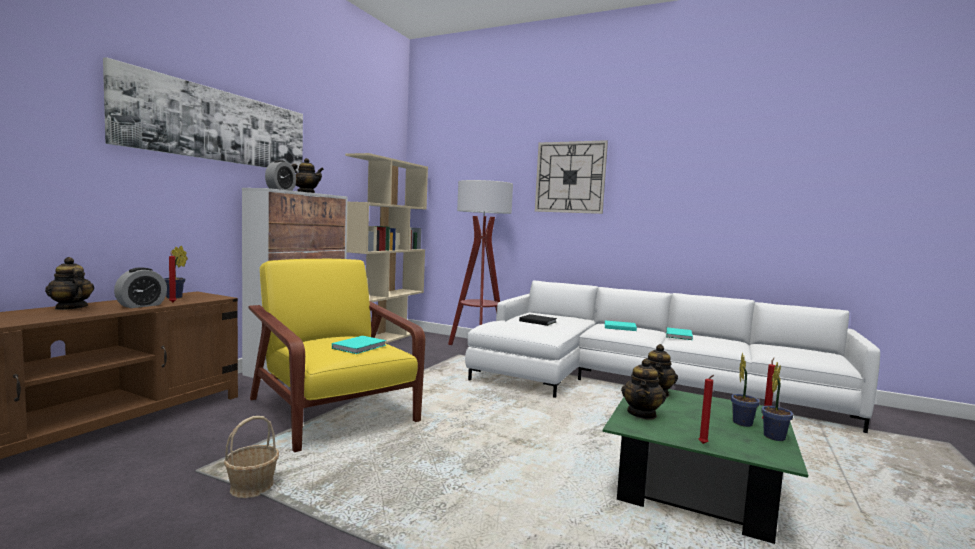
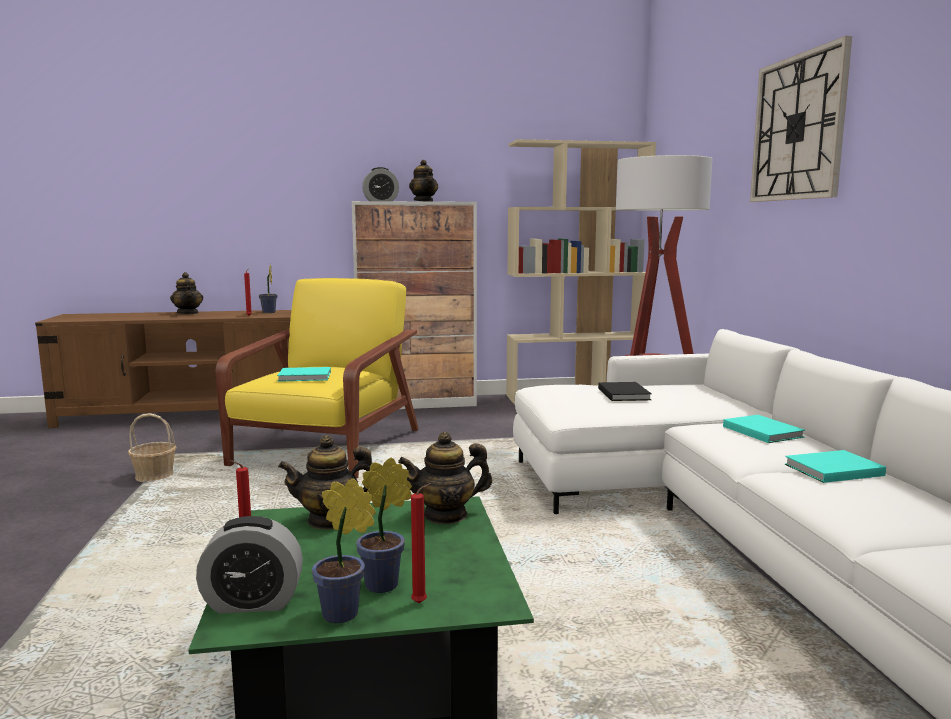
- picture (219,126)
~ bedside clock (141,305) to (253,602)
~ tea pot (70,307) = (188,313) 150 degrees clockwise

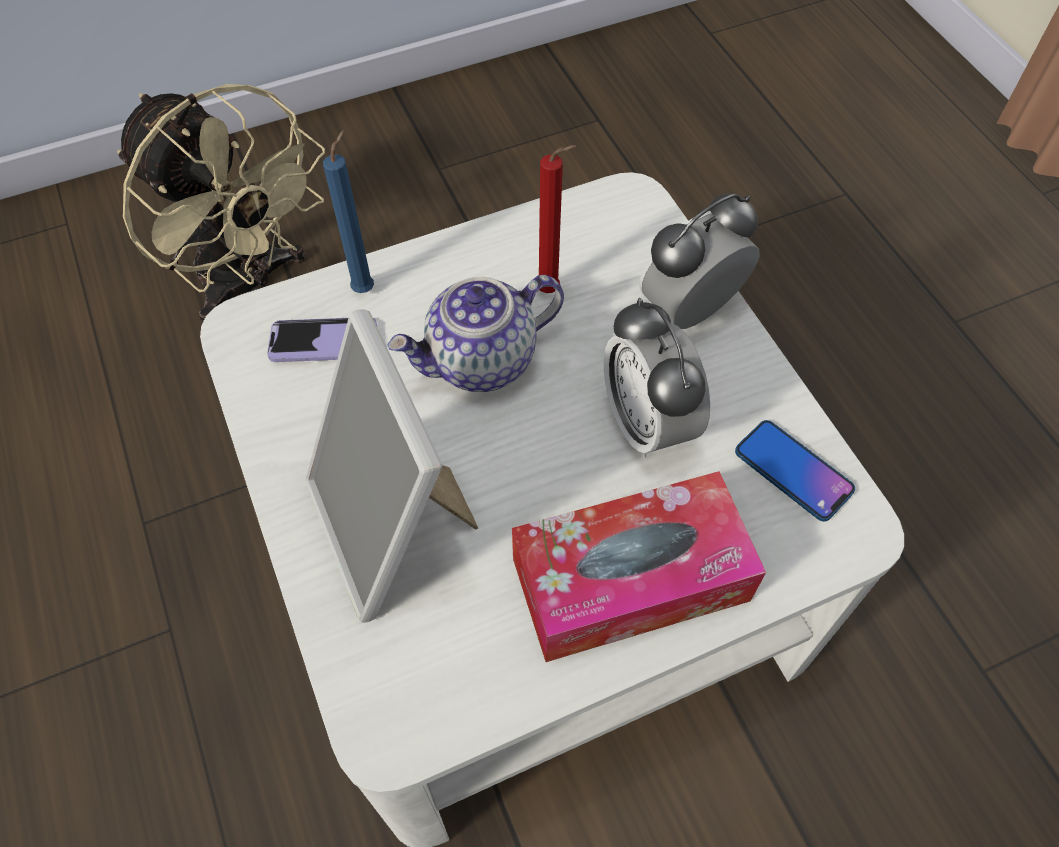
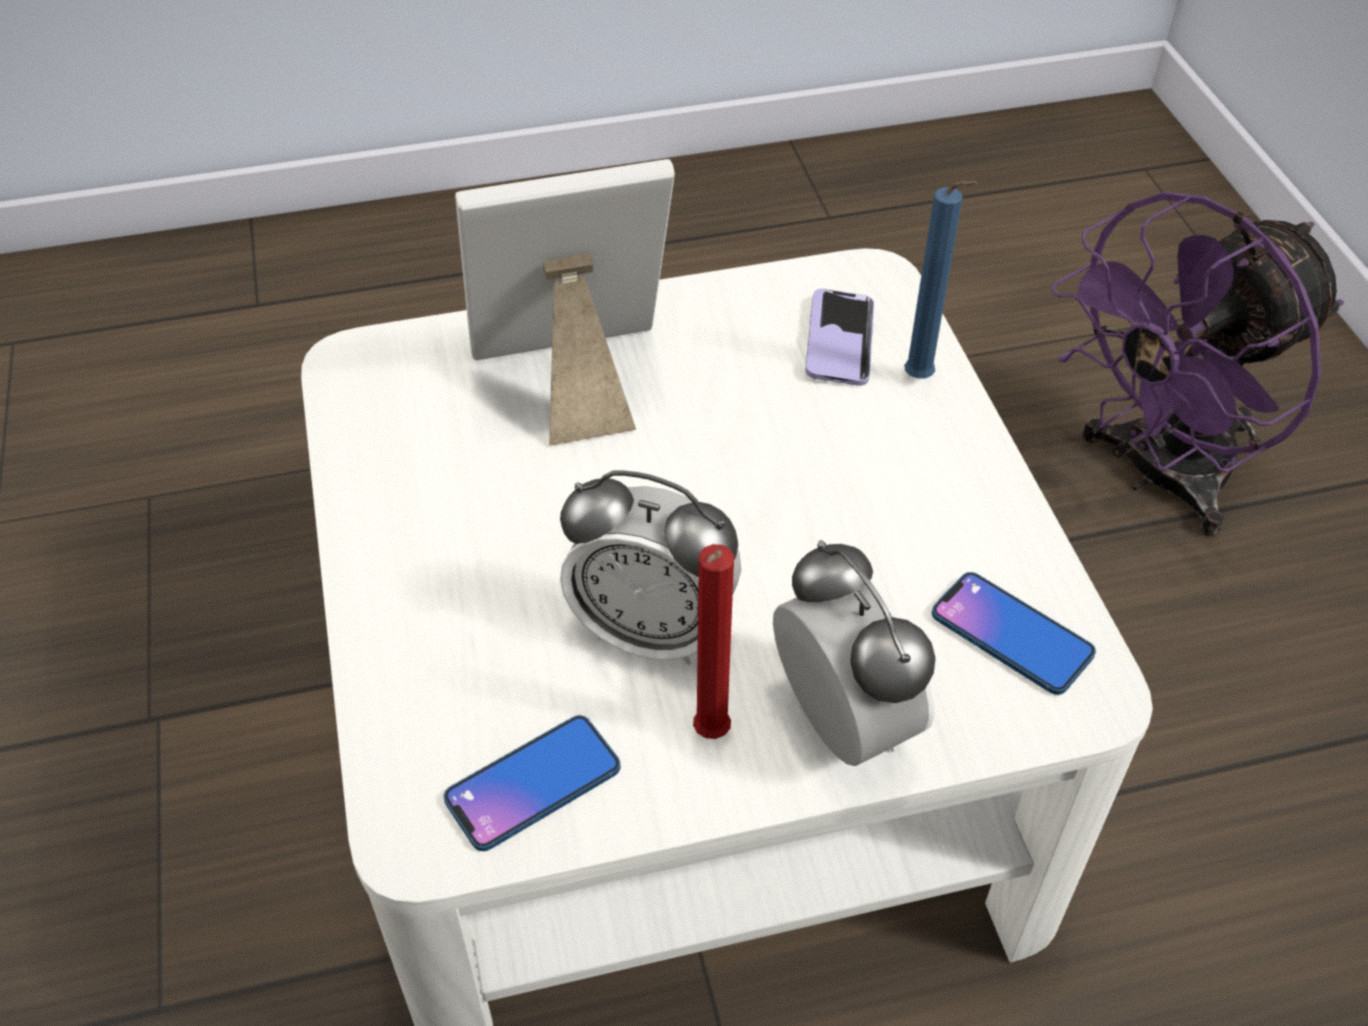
- tea pot (481,361)
- tissue holder (630,579)
+ handset (1011,634)
~ wax light (reddish) (552,291) to (709,737)
~ electric fan (beige-coloured) (249,284) to electric fan (purple) (1156,476)
~ bedside clock (647,423) = (652,630) 150 degrees counterclockwise

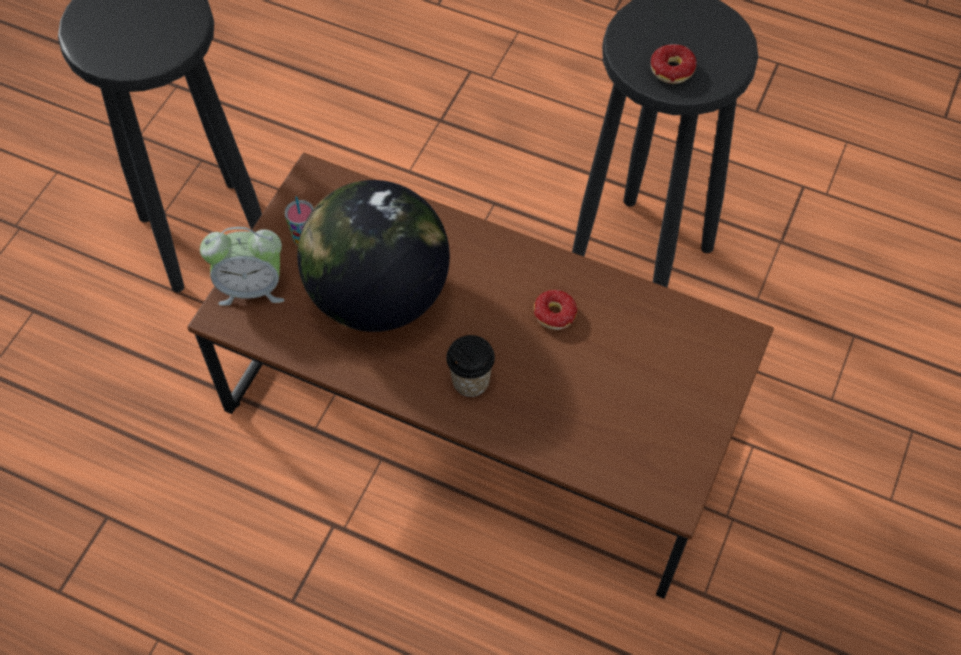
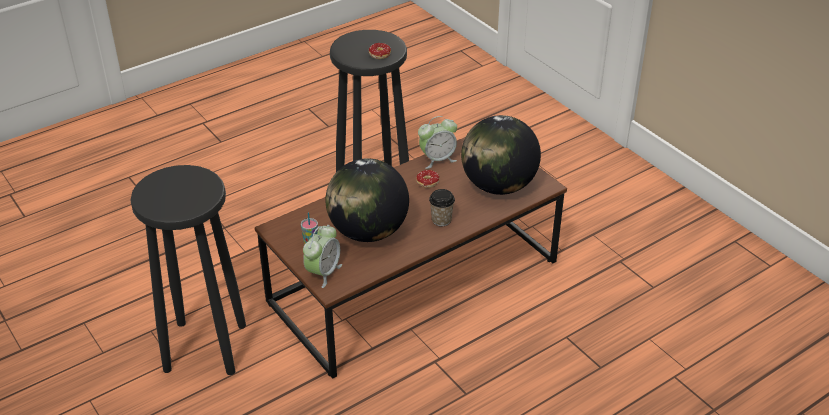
+ bedside clock (437,159)
+ globe (498,186)

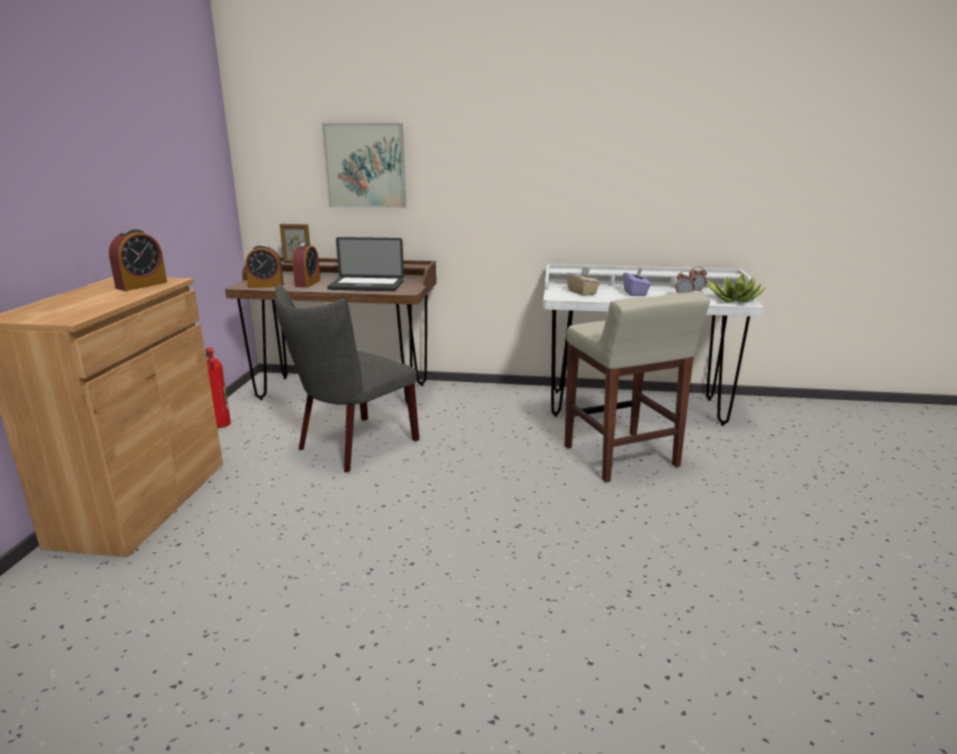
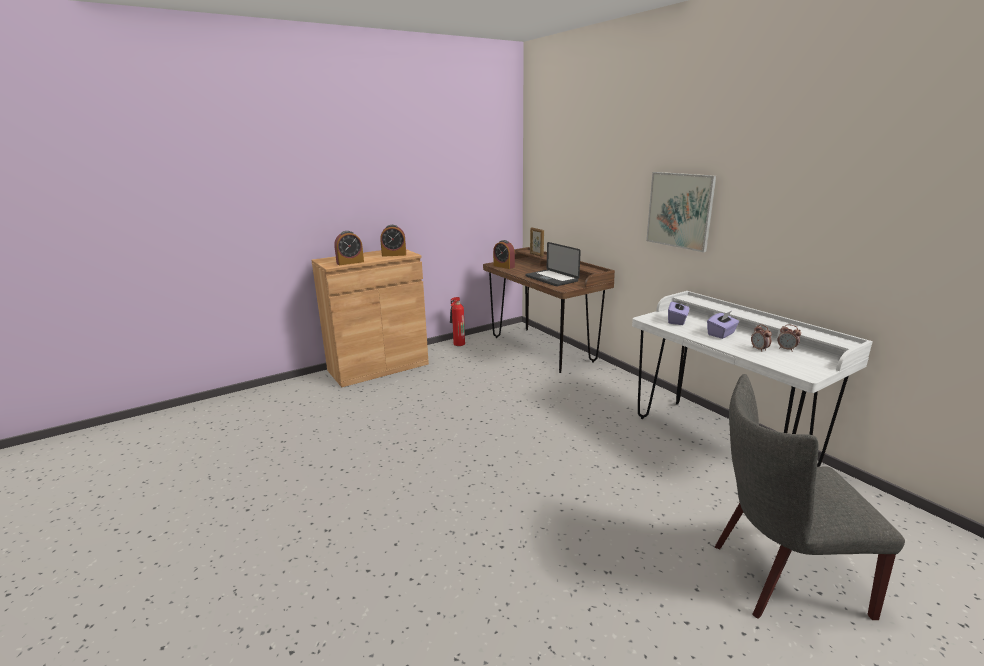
- stool (beige-coloured) (621,457)
- plant in a pot (734,300)
~ chair (gray) (352,446) to (778,577)
~ bedside clock (307,283) to (350,262)
~ picture (365,166) to (680,210)
~ tissue holder (beige-coloured) (582,292) to tissue holder (purple) (677,321)

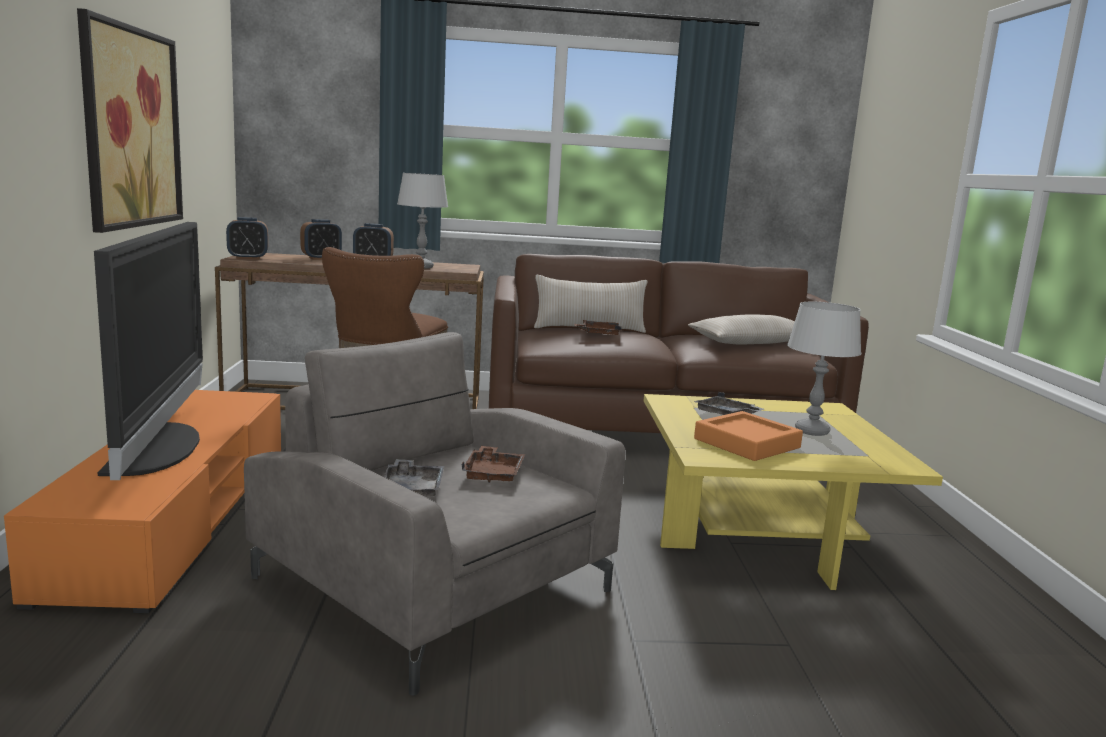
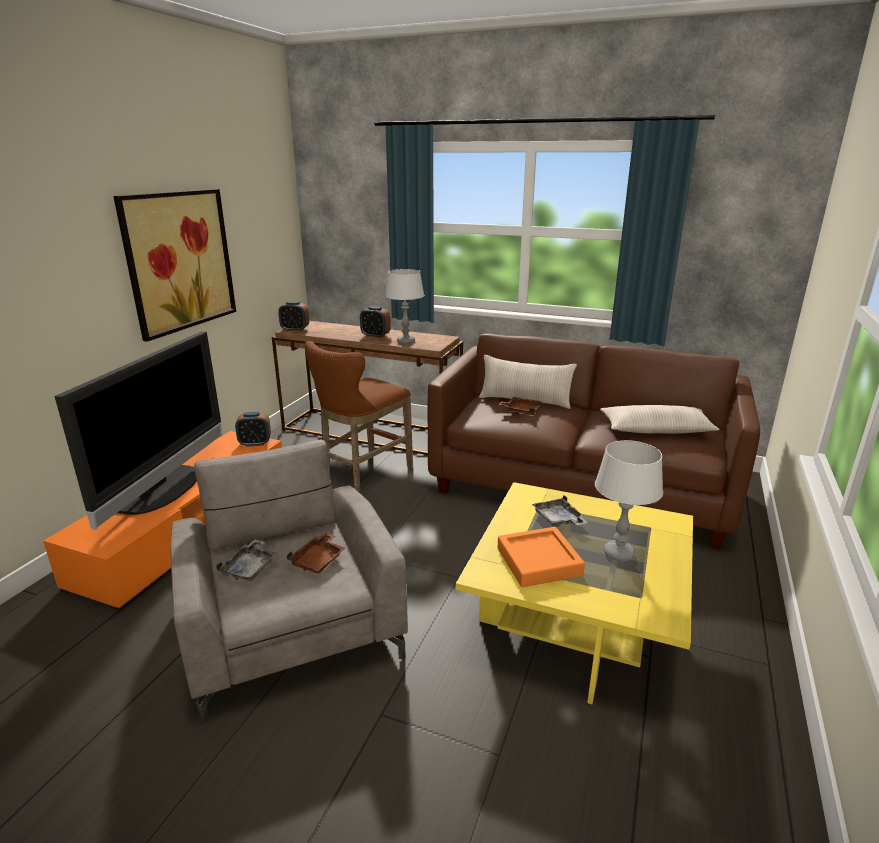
~ bedside clock (321,258) to (255,443)

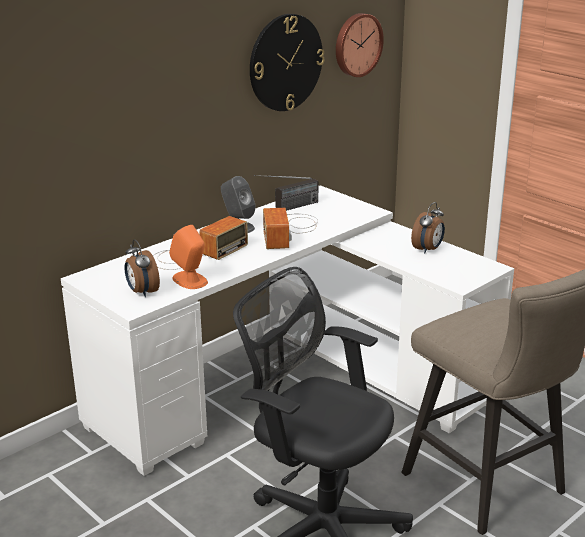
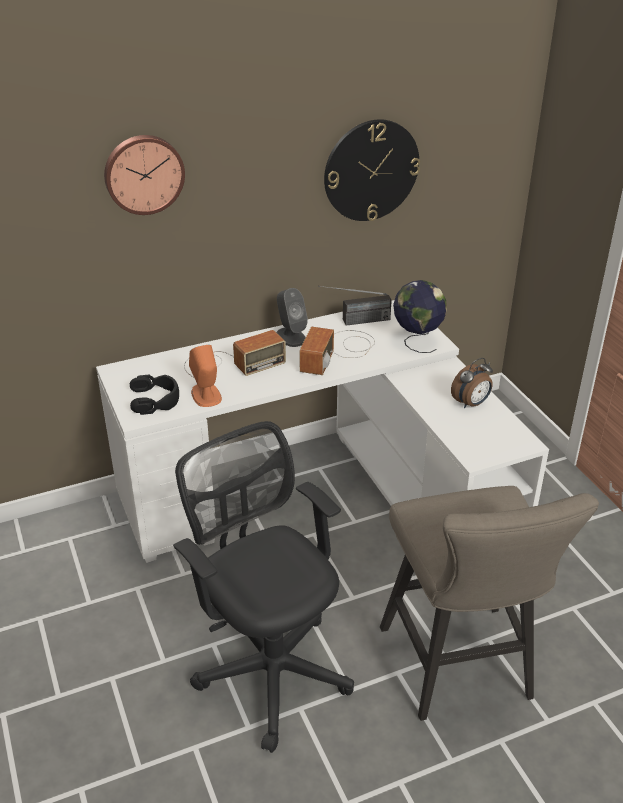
+ globe (417,342)
~ wall clock (357,44) to (143,173)
~ bedside clock (142,292) to pair of headphones (blackish) (155,400)

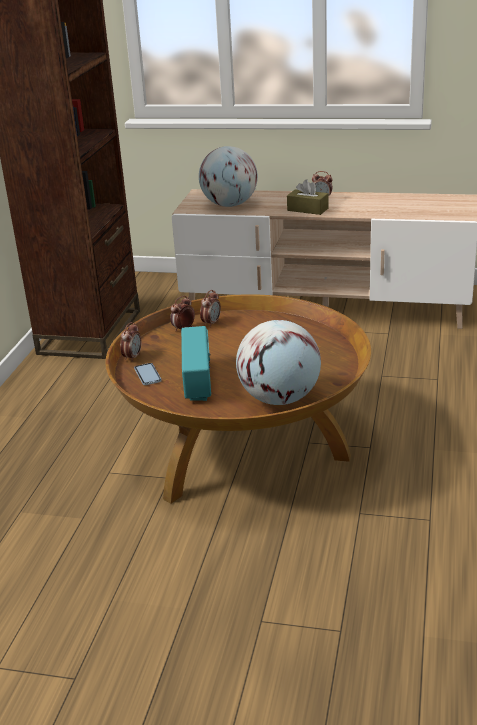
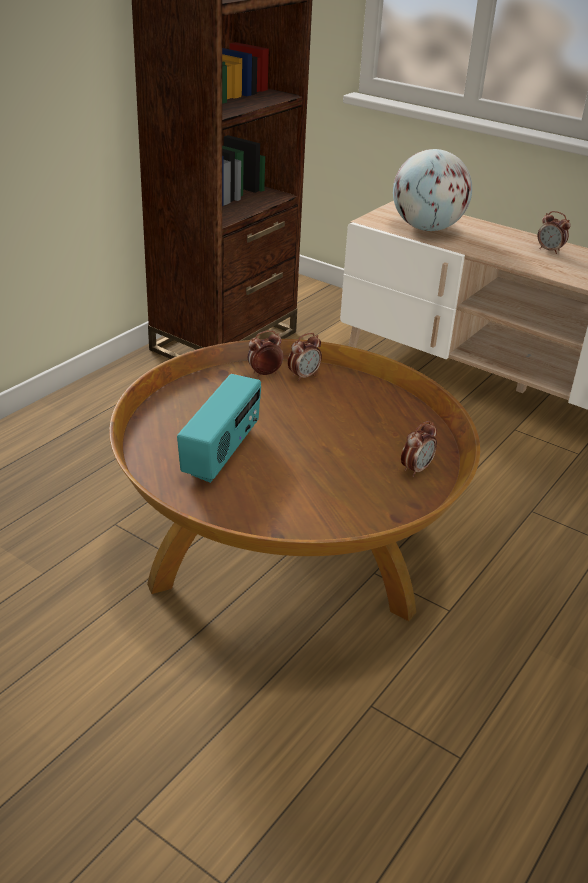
- handset (147,375)
- globe (279,398)
- tissue holder (brown) (307,209)
~ bedside clock (132,357) to (416,469)

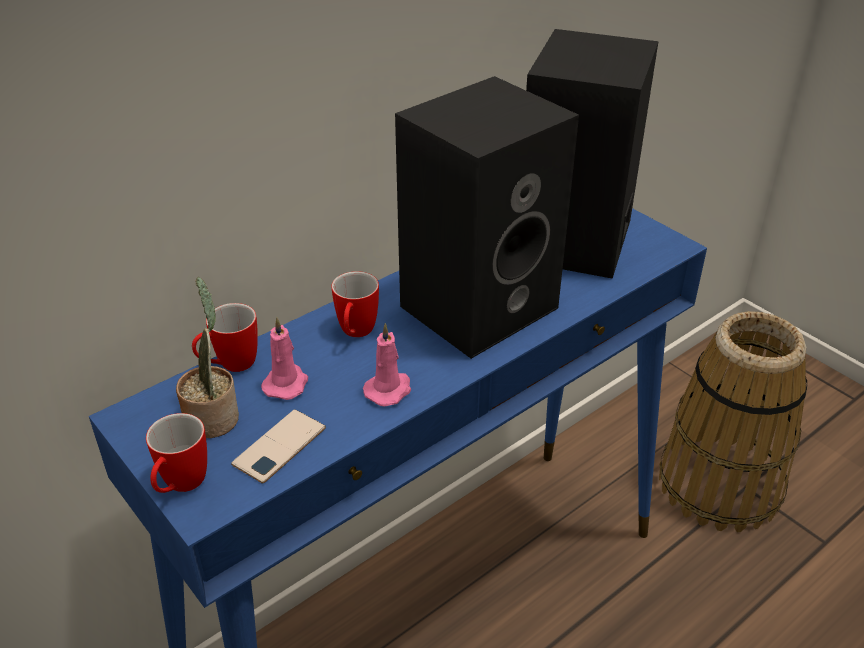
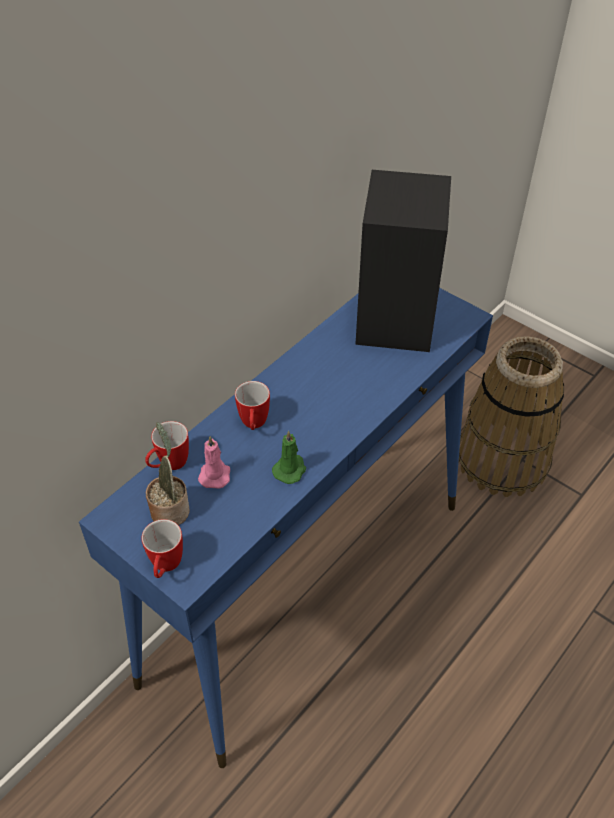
- handset (279,446)
- speaker (blackish) (479,304)
~ wax light (pink) (389,390) to wax light (green) (290,469)

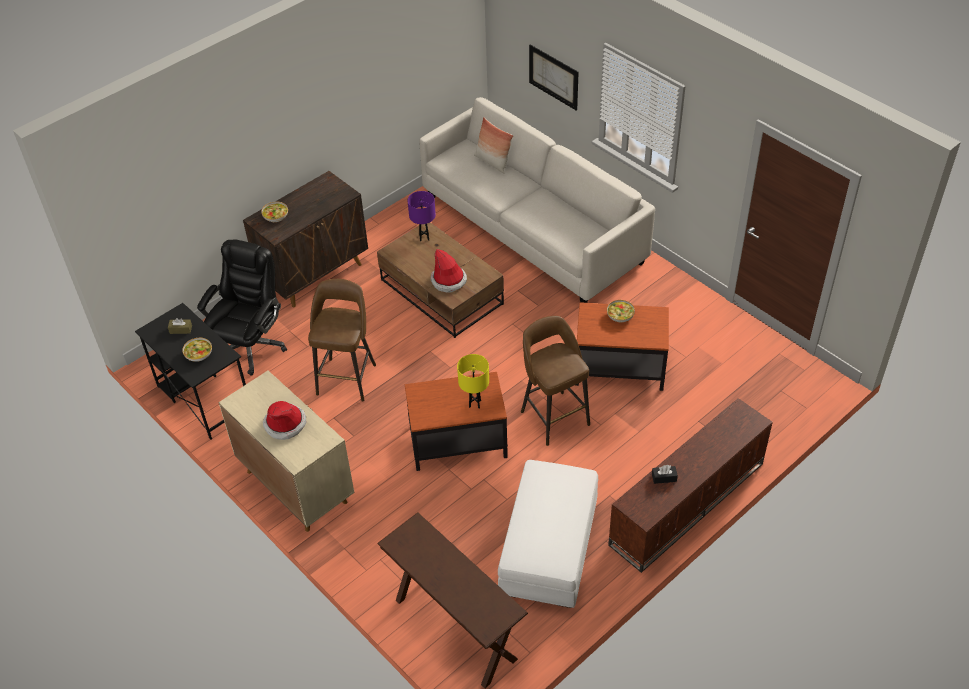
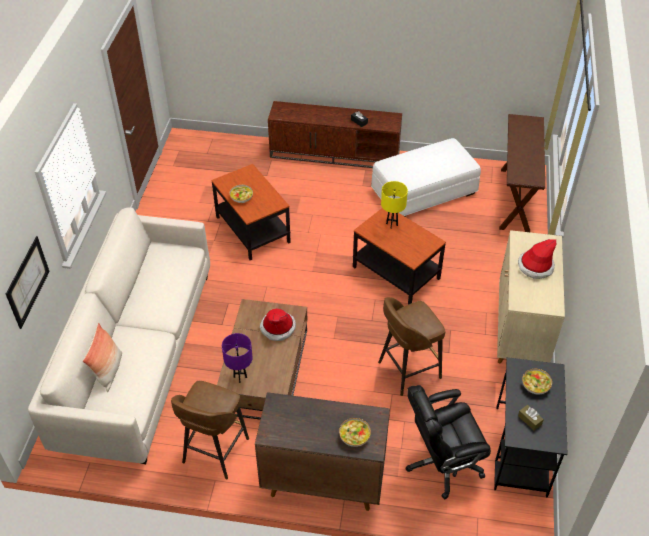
~ stool (brown) (554,416) to (214,452)

